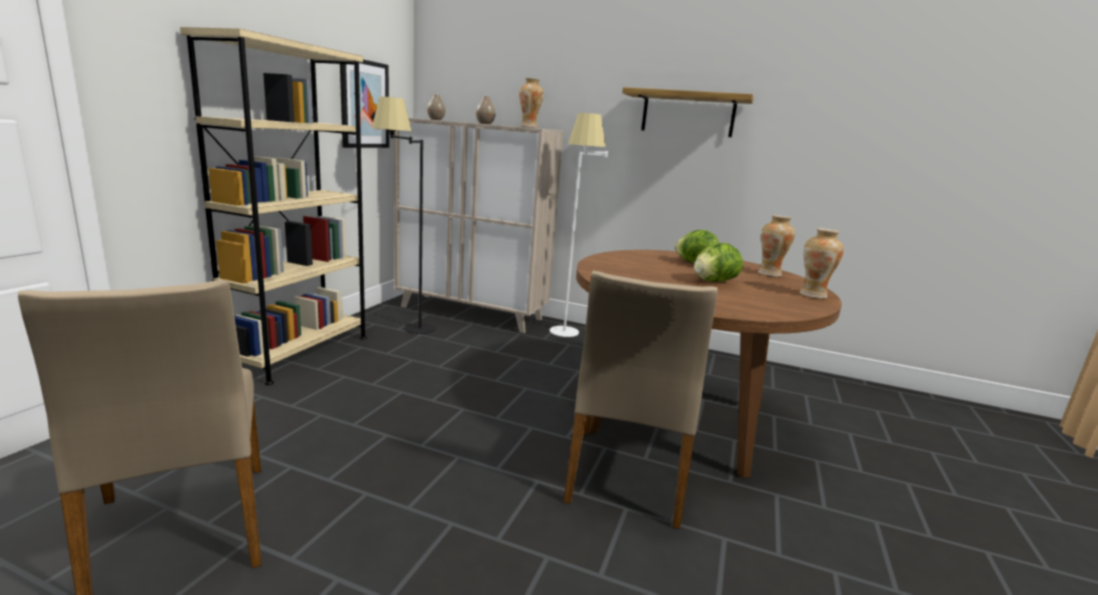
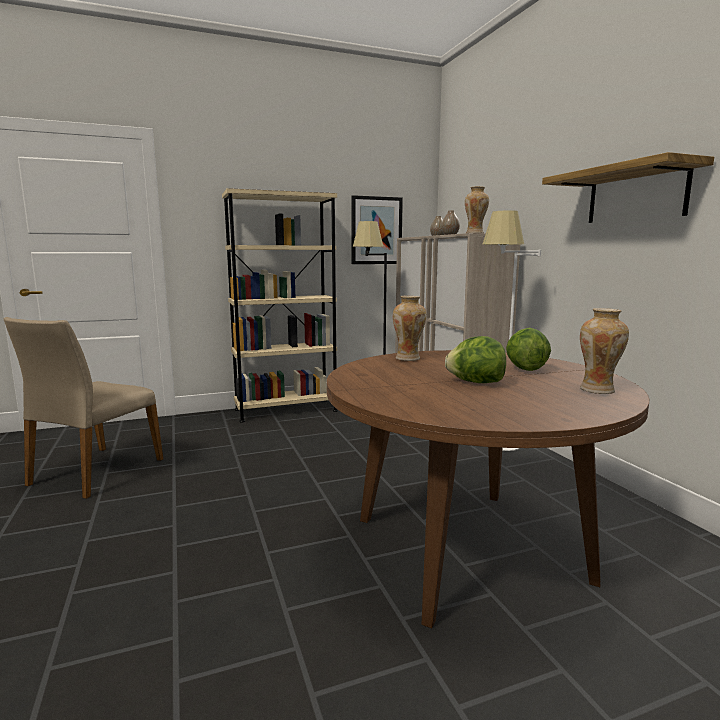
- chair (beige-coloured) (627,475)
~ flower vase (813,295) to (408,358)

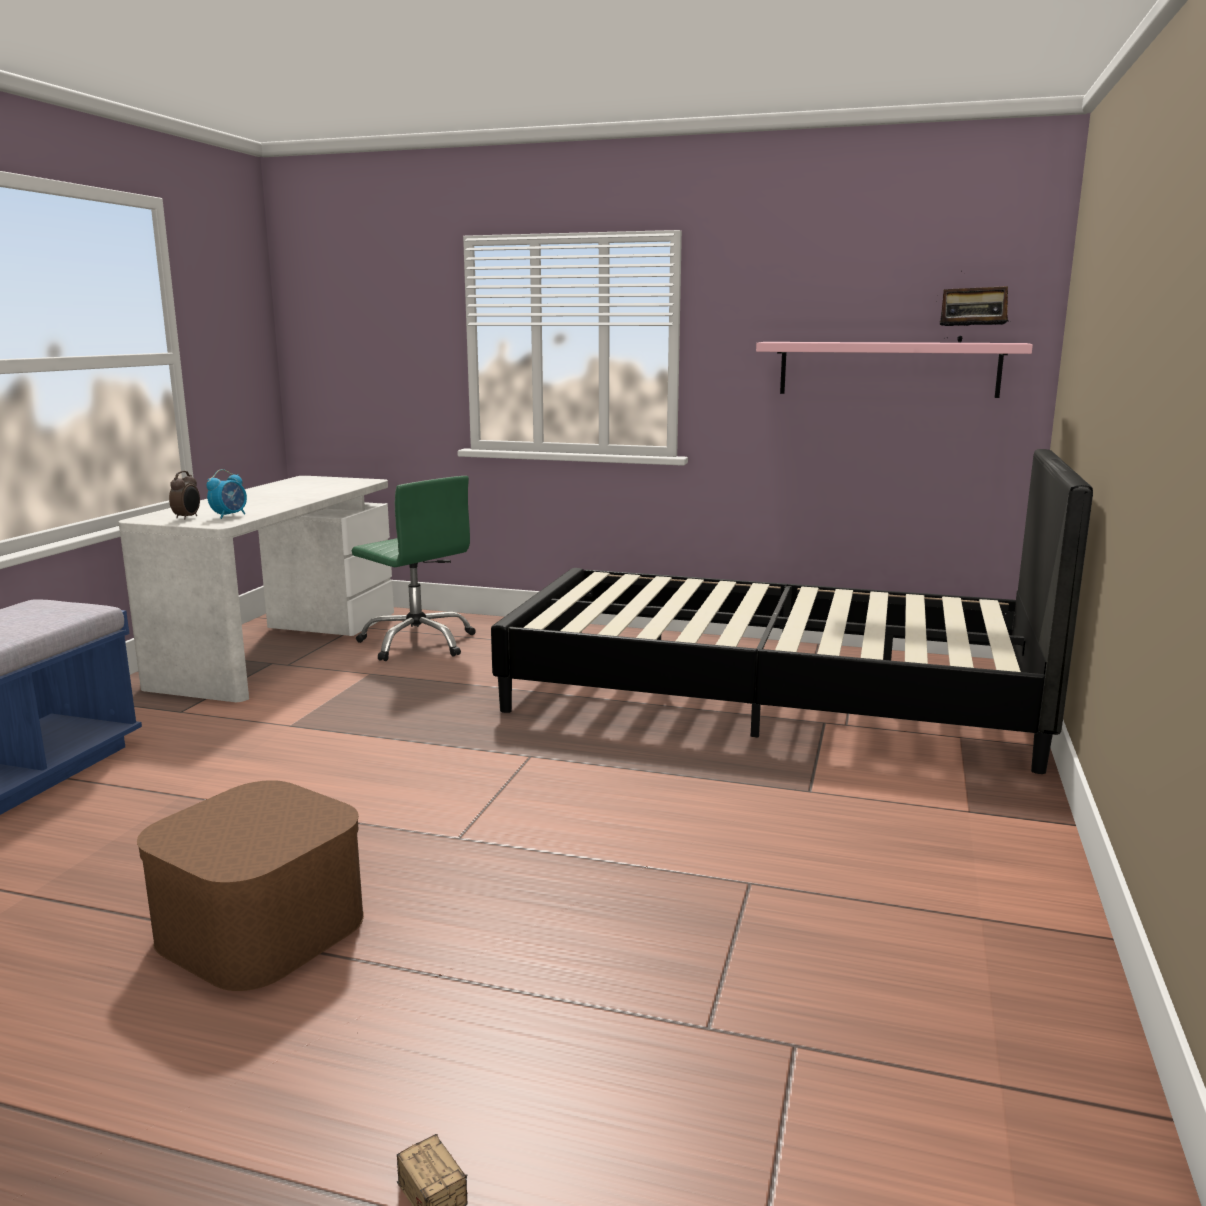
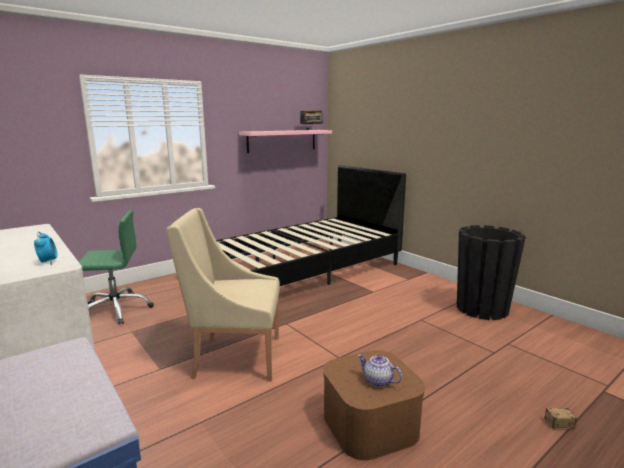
- bedside clock (187,517)
+ lounge chair (beige-coloured) (234,357)
+ tea pot (377,381)
+ plant pot (blackish) (482,308)

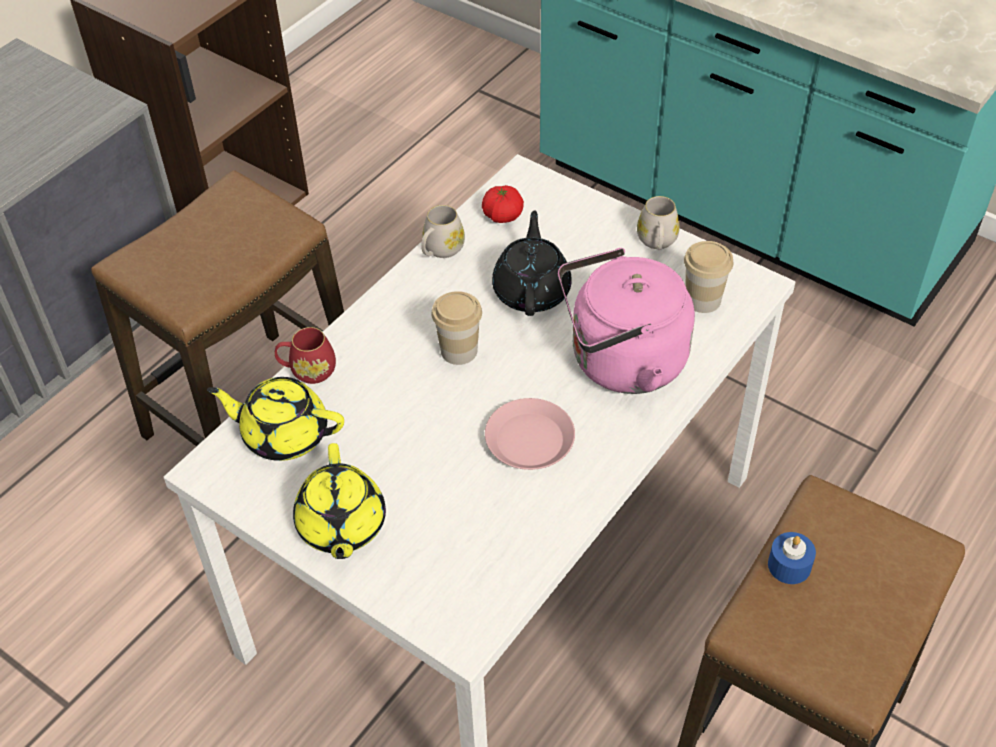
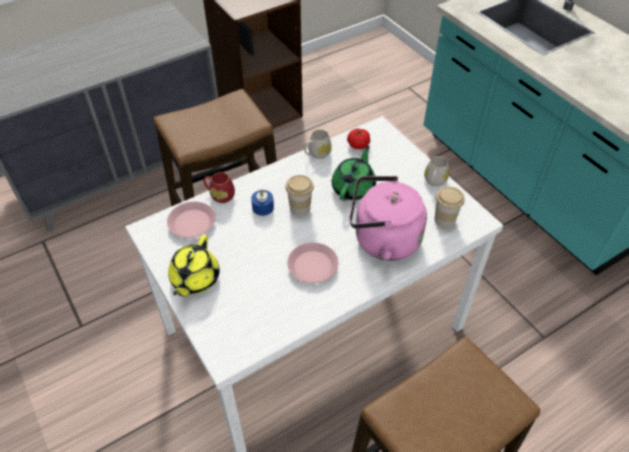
~ wax light (blue) (789,565) to (263,207)
~ tea pot (yellow) (284,434) to flat dish (pink) (191,223)
~ tea pot (blackish) (532,290) to tea pot (green) (354,188)

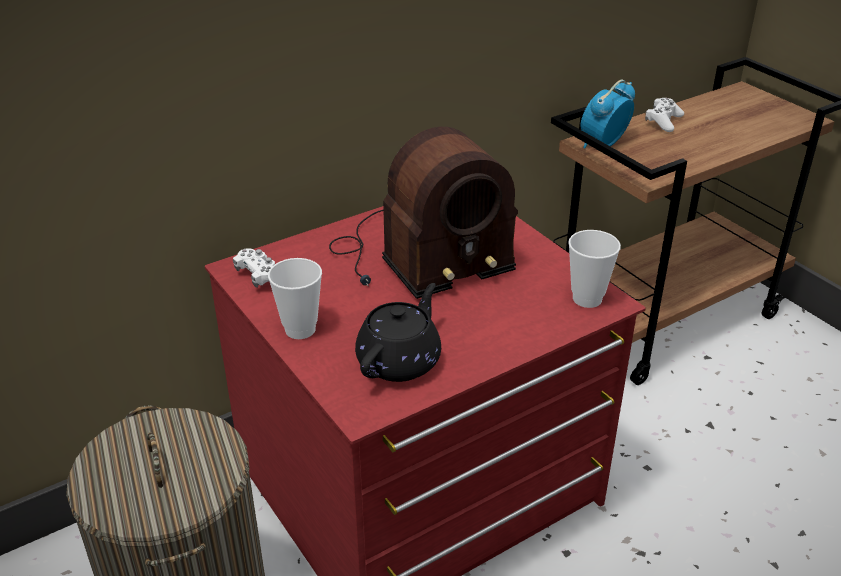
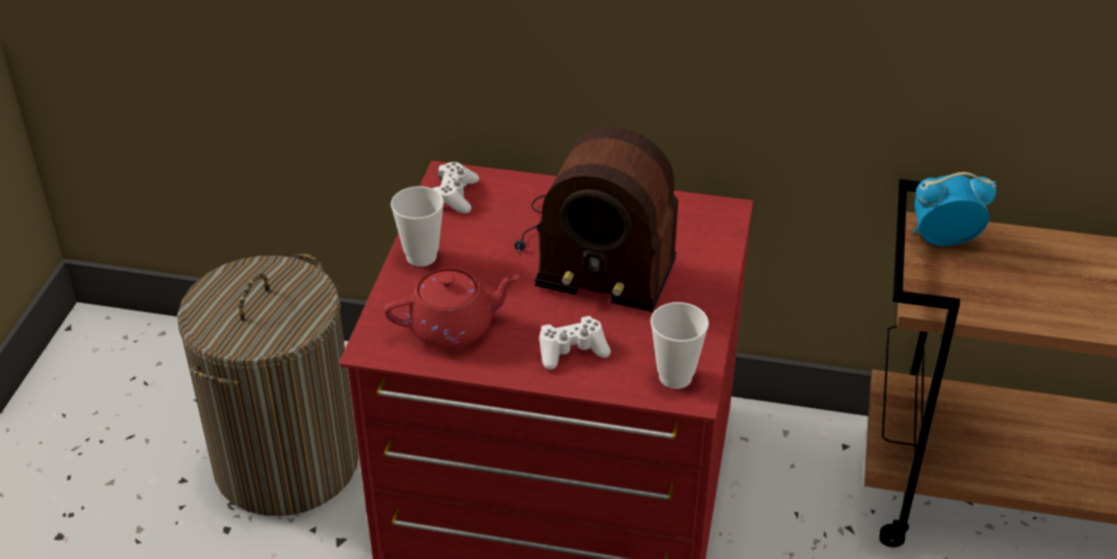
~ joypad (white-coloured) (663,121) to (572,351)
~ tea pot (blackish) (400,360) to tea pot (reddish) (453,327)

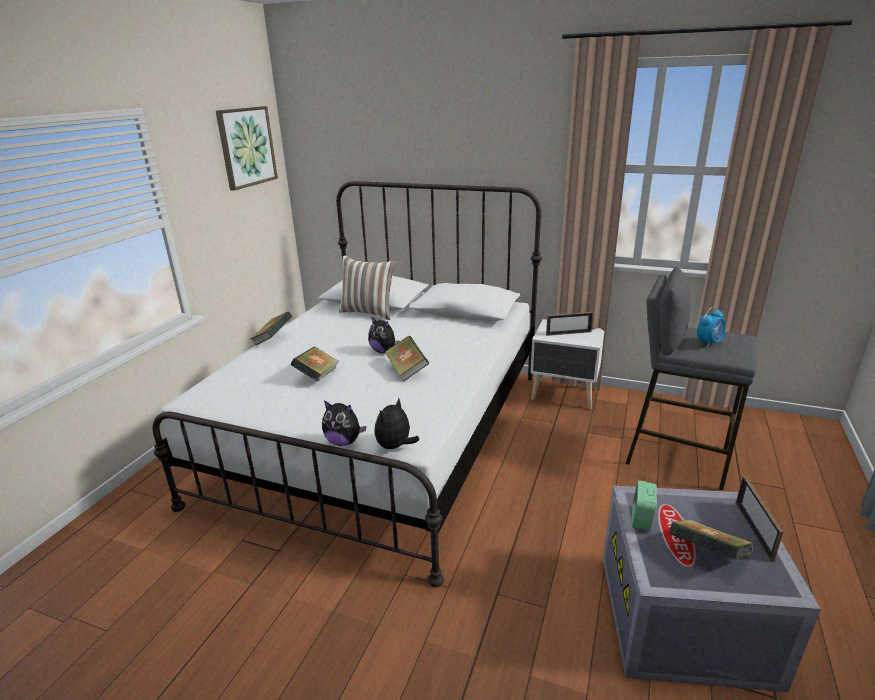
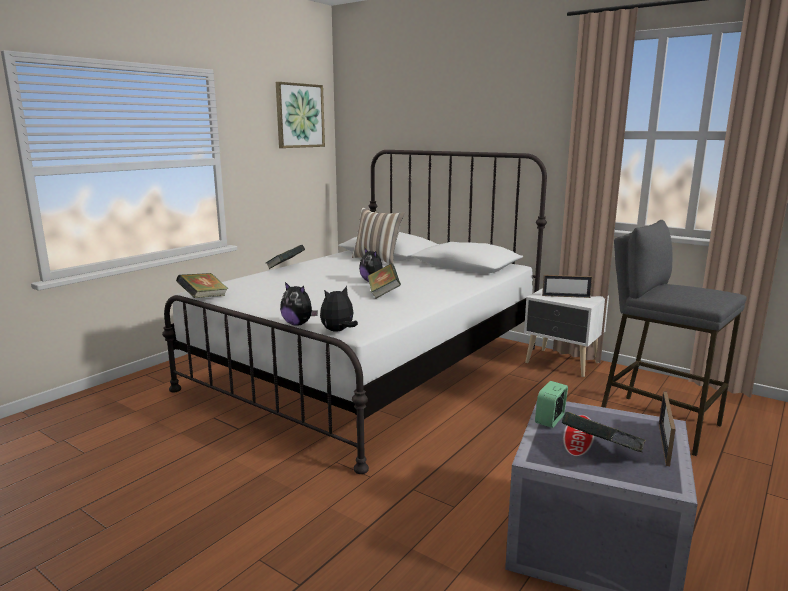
- bedside clock (708,343)
~ volume (317,376) to (204,298)

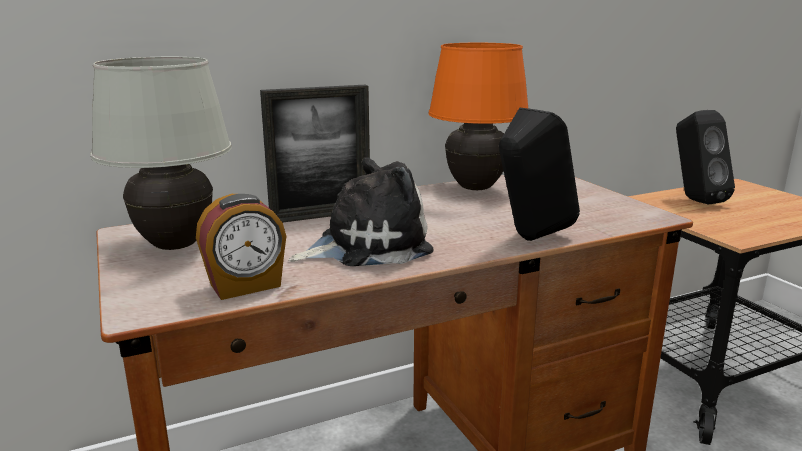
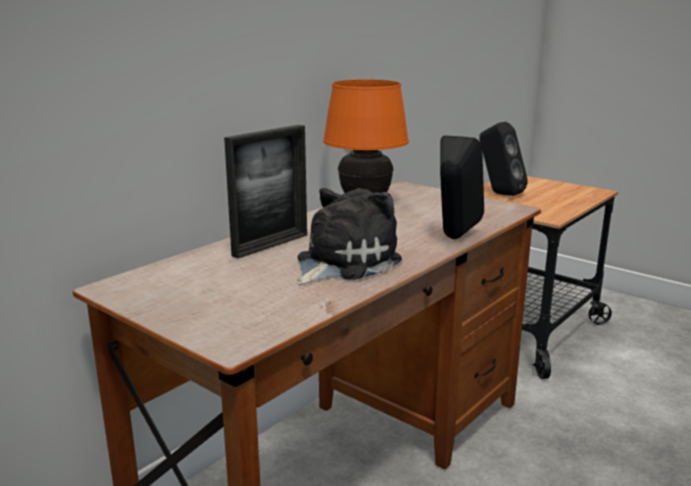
- lamp for a table (white-coloured) (176,245)
- bedside clock (246,286)

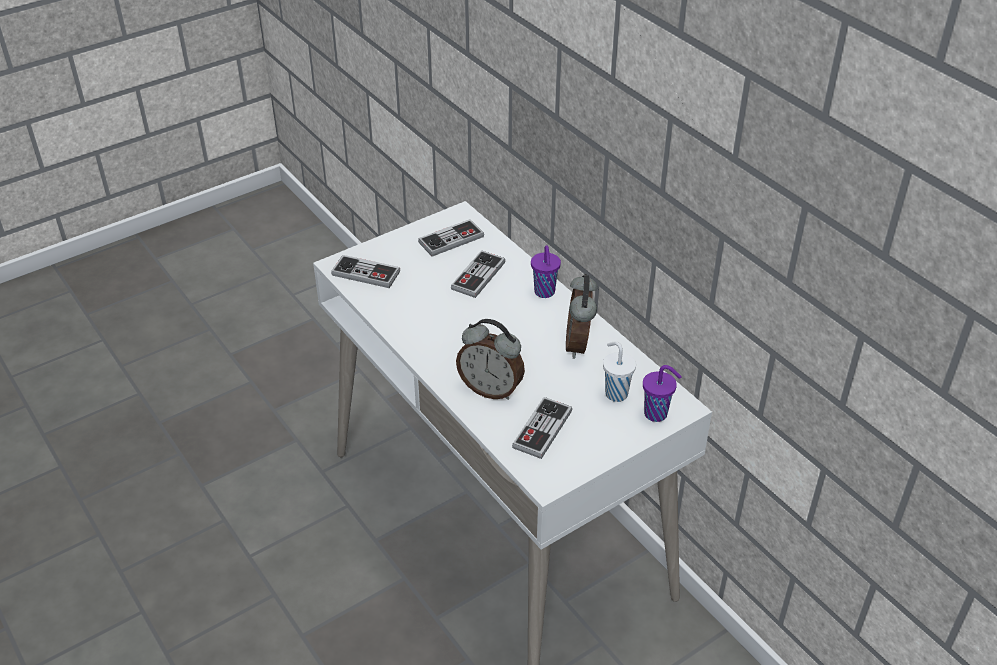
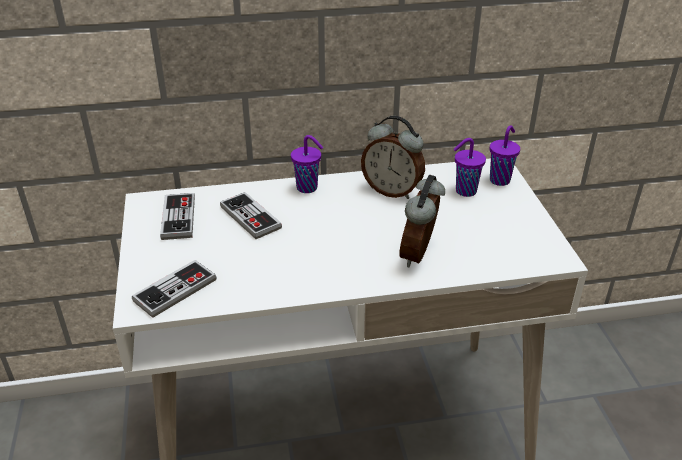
- joypad (542,429)
~ drinking cup (white-coloured) (615,393) to drinking cup (purple) (464,191)
~ bedside clock (491,389) = (420,255) 150 degrees clockwise

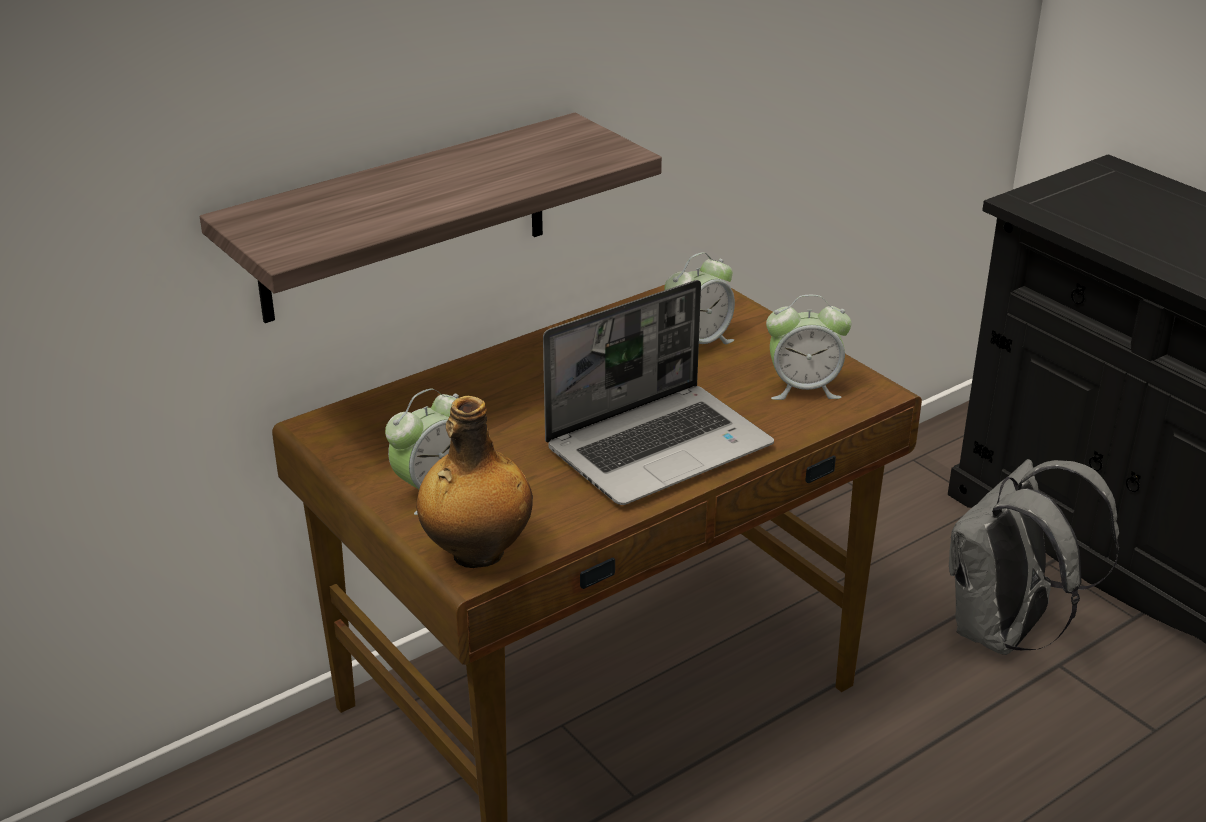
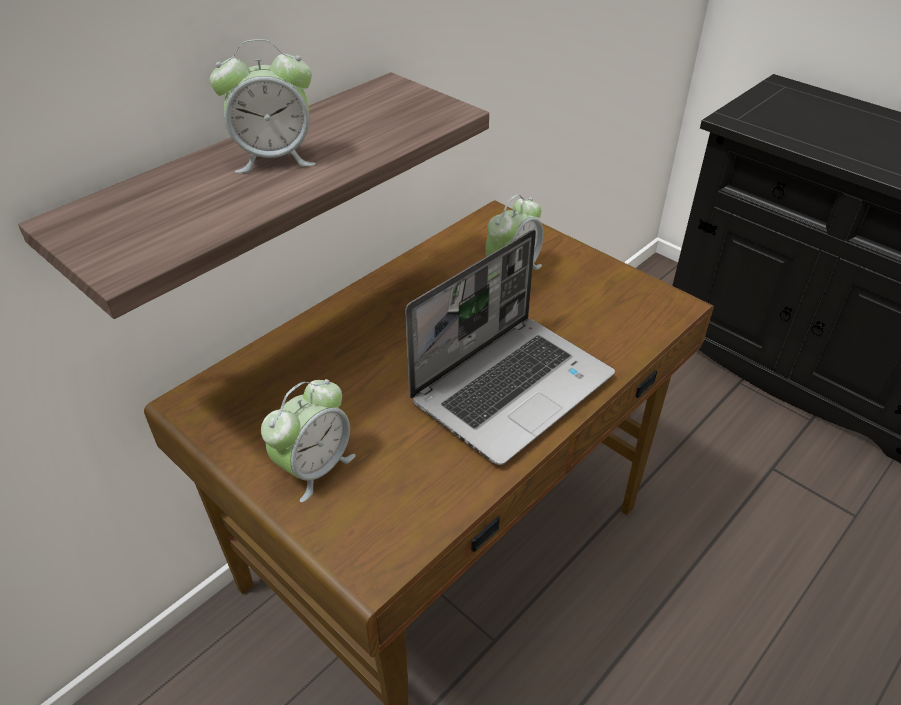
- bottle (476,554)
- backpack (gray) (1004,632)
~ bedside clock (803,388) to (275,158)

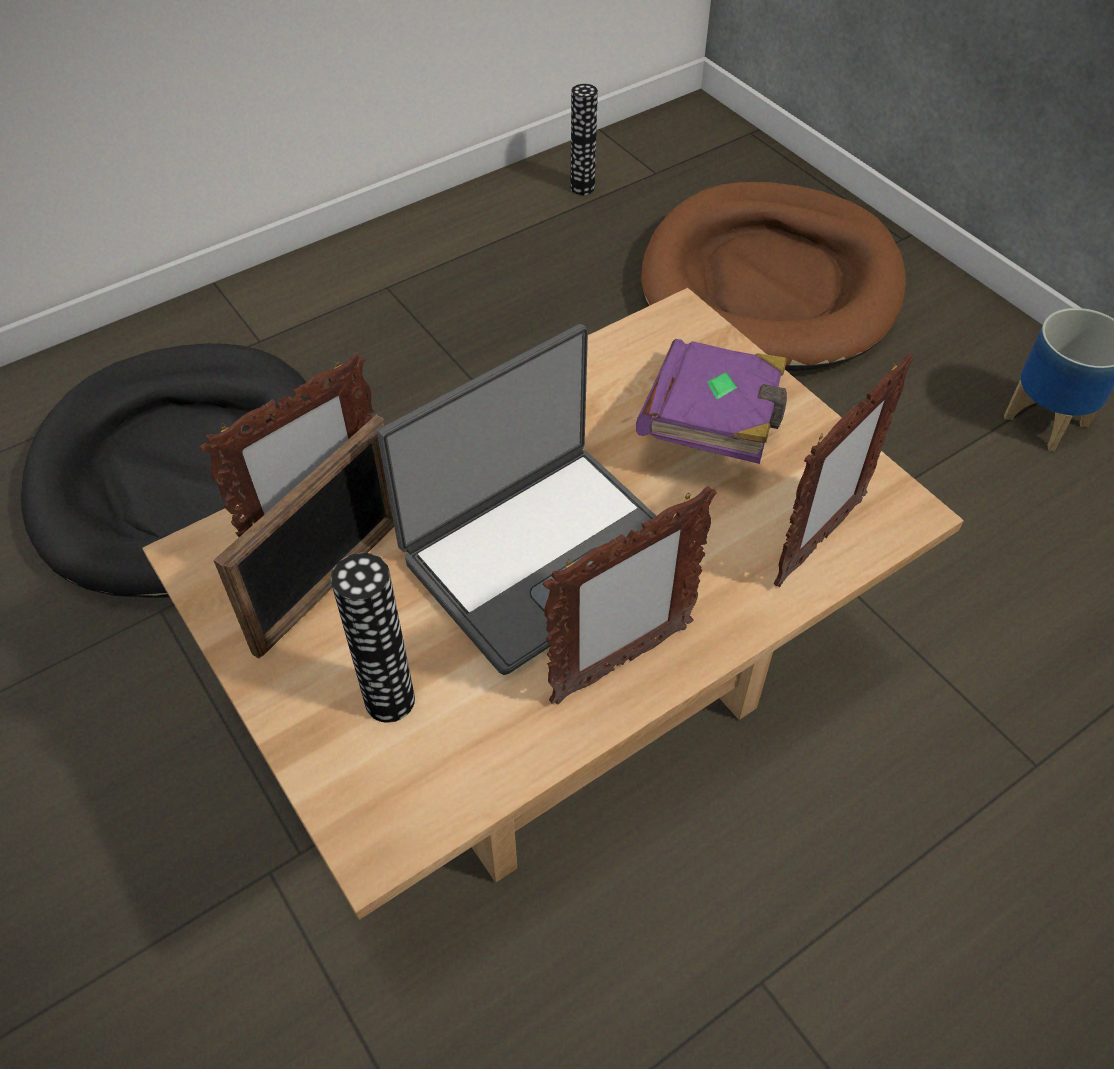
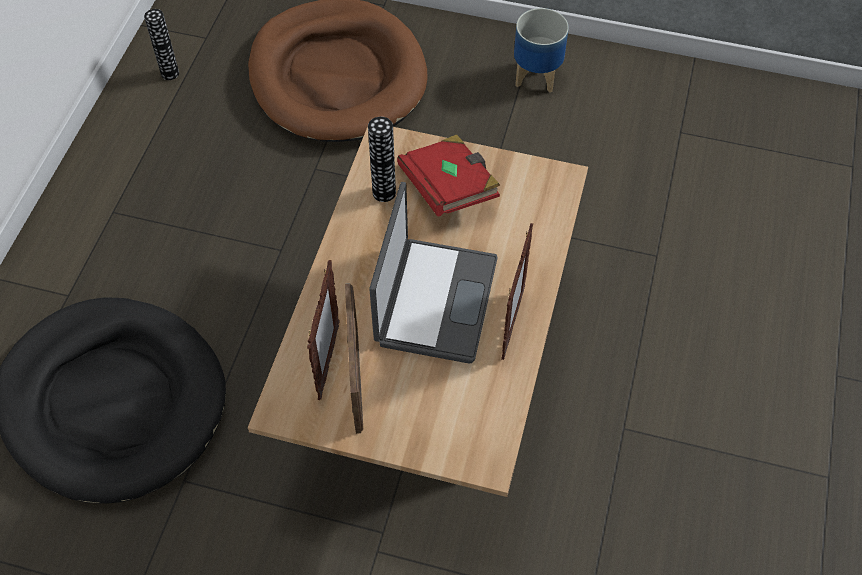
- photo frame (818,542)
~ flower vase (390,700) to (384,192)
~ volume (purple) (714,425) to volume (reddish) (449,188)

